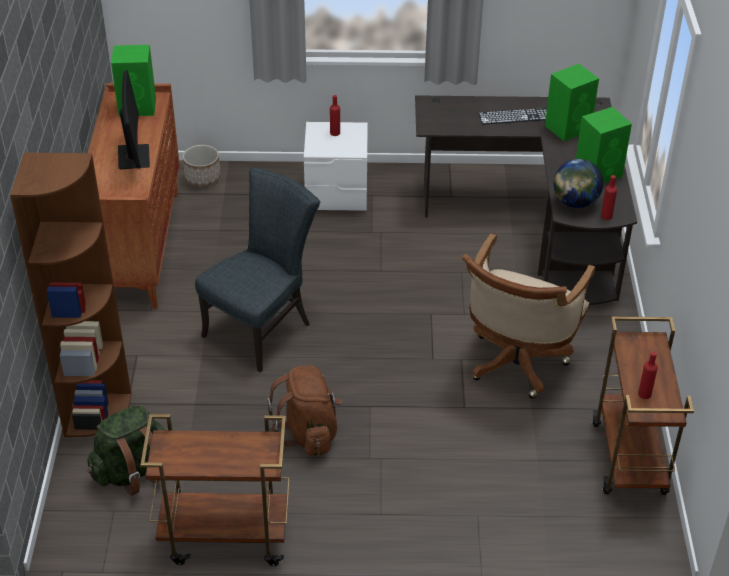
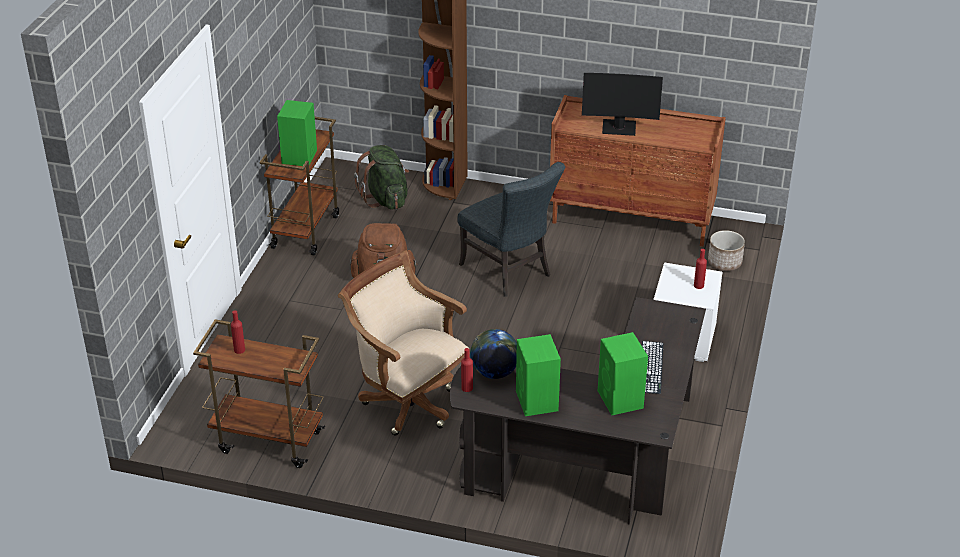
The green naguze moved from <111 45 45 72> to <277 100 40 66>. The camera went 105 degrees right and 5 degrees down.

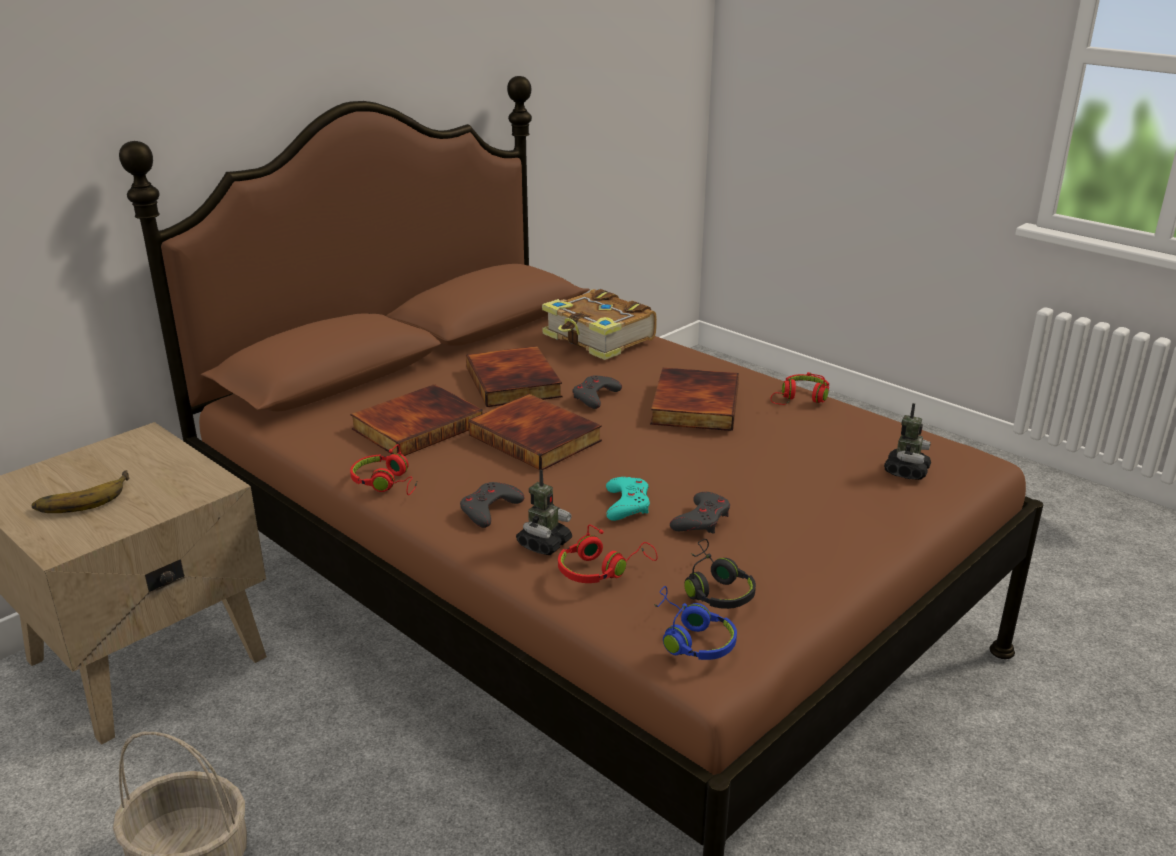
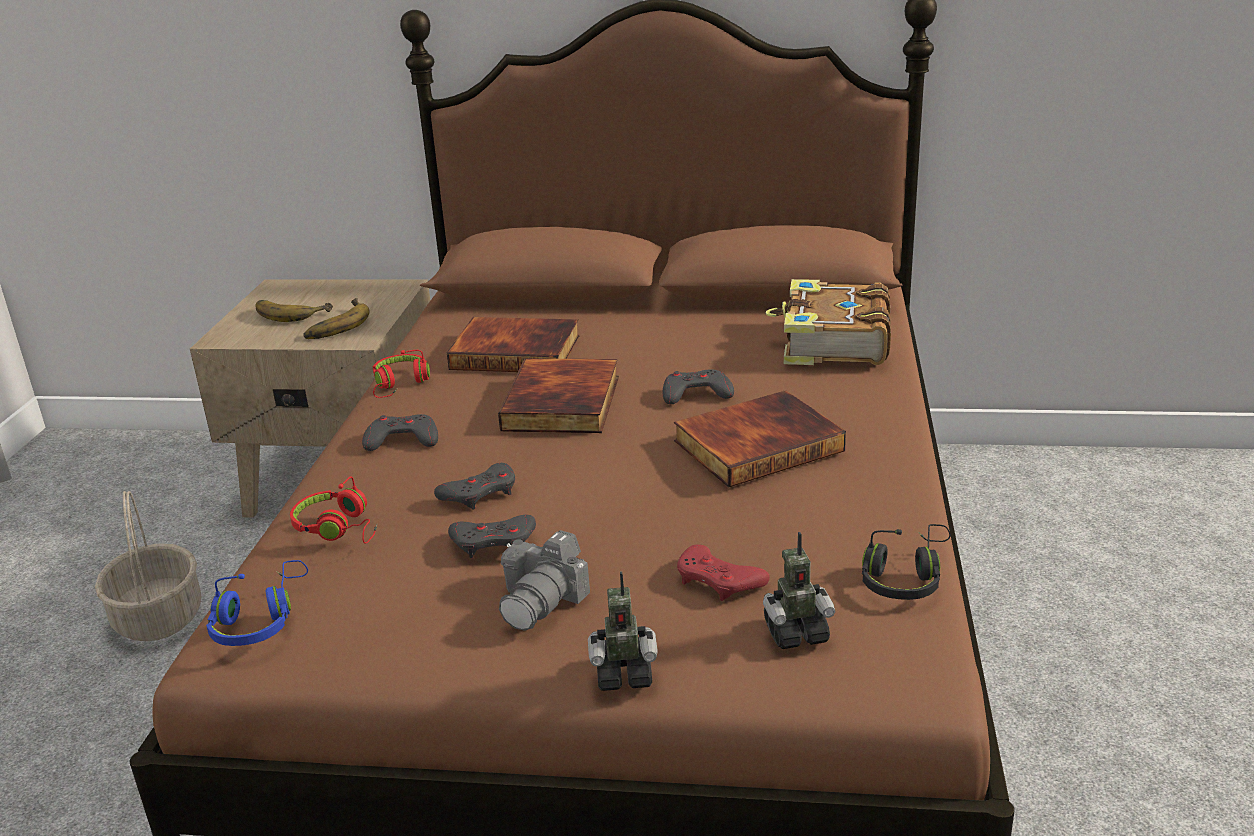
The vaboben at <466 346 97 61> disappeared. The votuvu moved from <516 470 56 85> to <588 572 69 119>. The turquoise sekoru at <606 477 44 44> became the grey sekoru at <434 463 81 47>. The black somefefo moved from <684 539 72 70> to <862 524 89 76>. The red somefefo at <770 372 59 33> disappeared. The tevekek at <303 298 67 41> appeared. The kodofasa at <499 530 91 101> appeared. The red sekoru at <677 544 93 57> appeared. The camera went 55 degrees right and 0 degrees up.

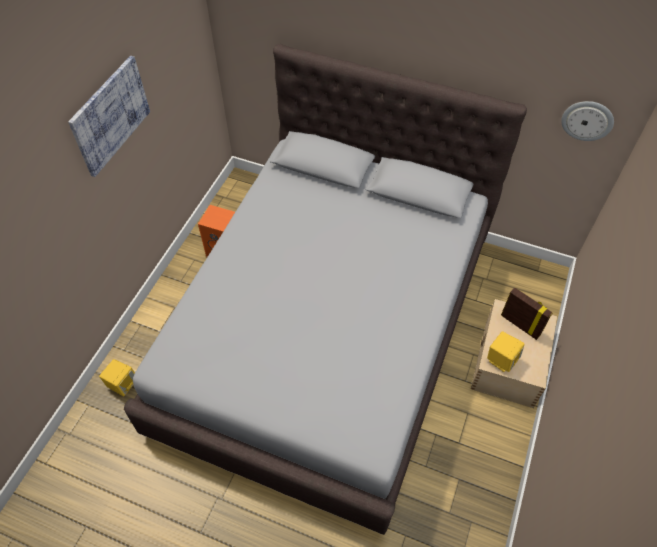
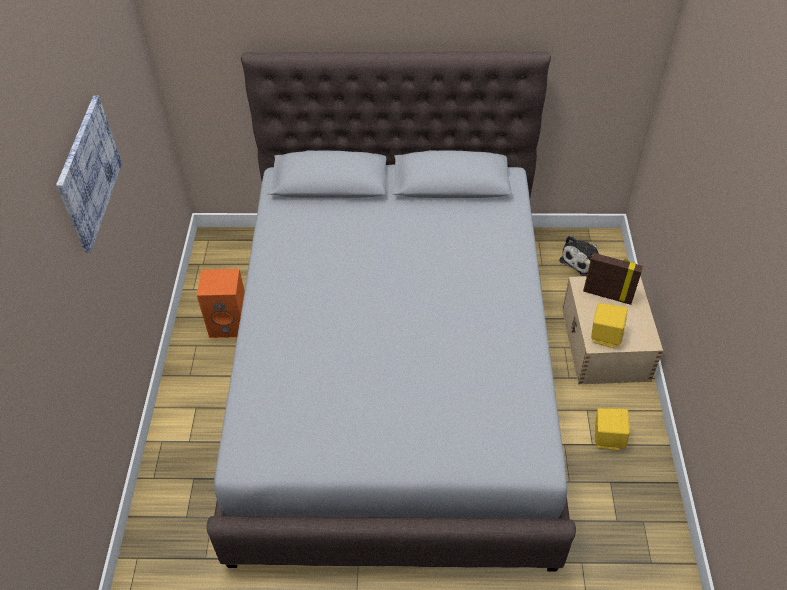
The yellow naguze moved from <99 359 36 38> to <595 408 35 43>. The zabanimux at <561 101 53 40> disappeared. The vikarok at <560 236 39 40> appeared. The camera went 20 degrees left and 5 degrees down.

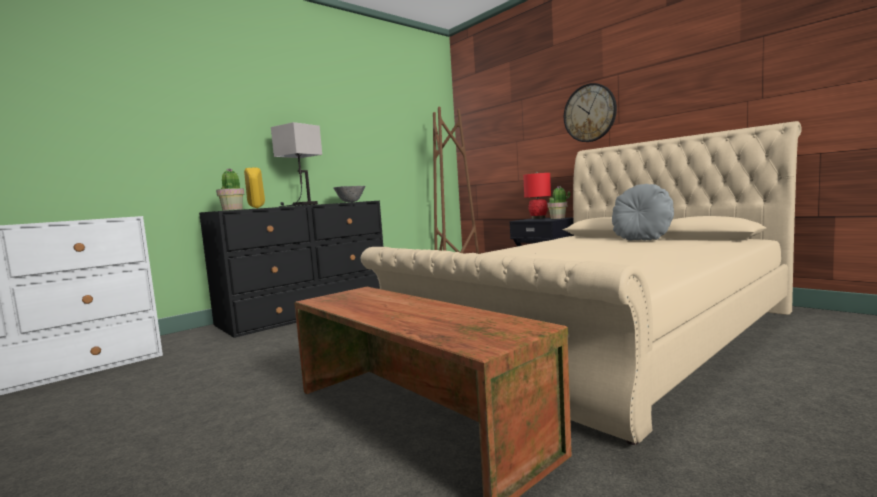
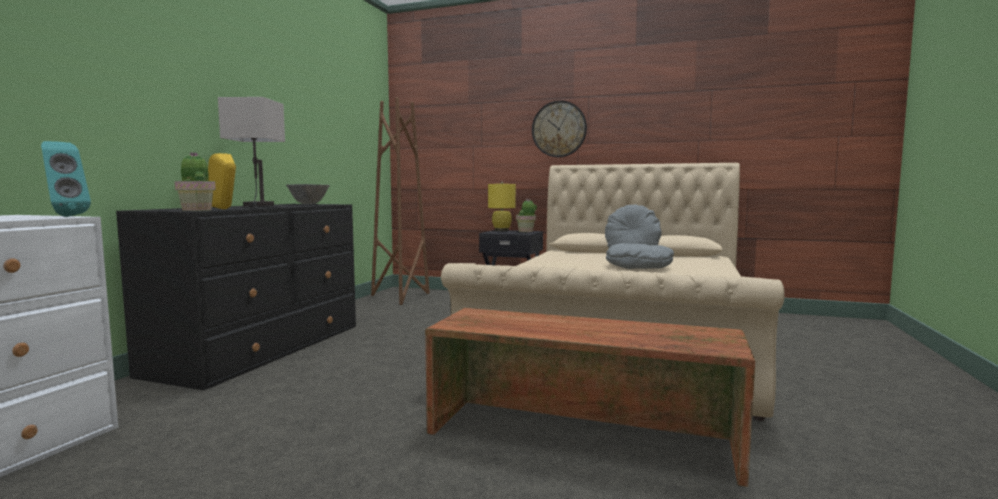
The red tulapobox at <523 172 28 47> became the yellow tulapobox at <488 182 28 49>. The turquoise naguze at <41 141 50 76> appeared. The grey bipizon at <606 243 68 26> appeared. The camera went 30 degrees left and 0 degrees up.

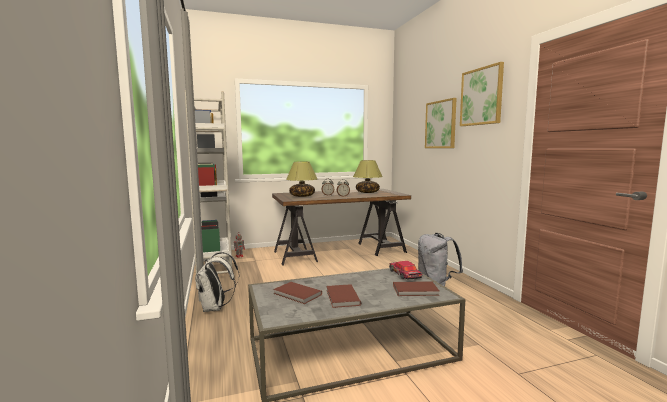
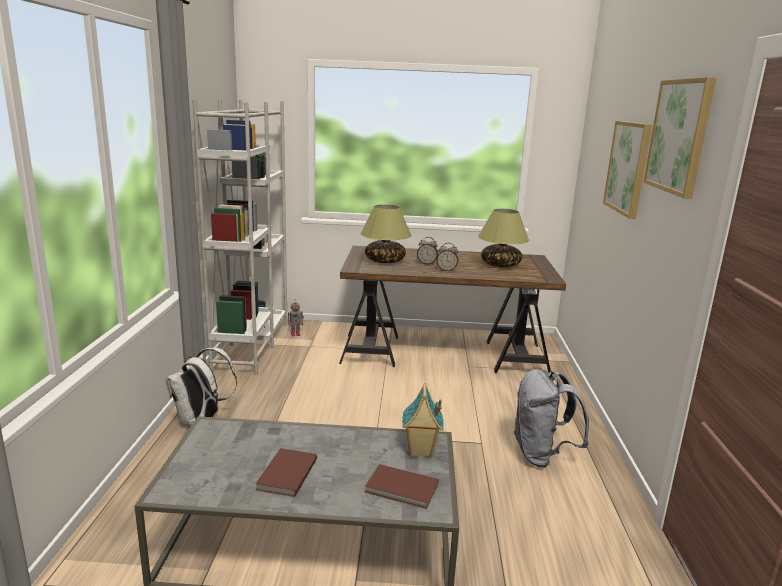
The brown vaboben at <274 282 48 22> disappeared. The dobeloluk at <389 261 33 19> was replaced by the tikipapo at <402 383 42 75>. The camera went 20 degrees right and 10 degrees up.

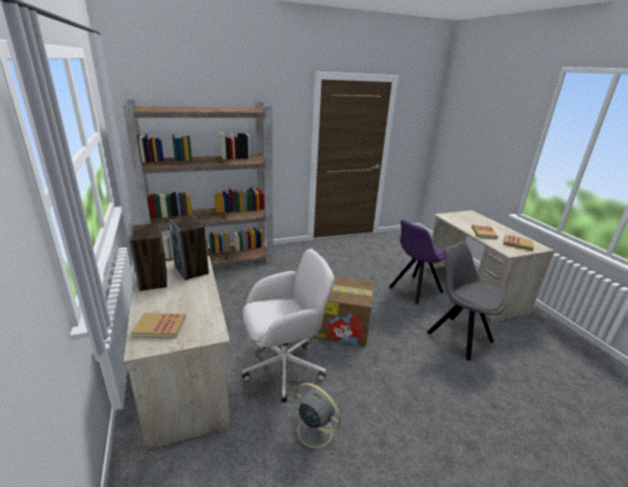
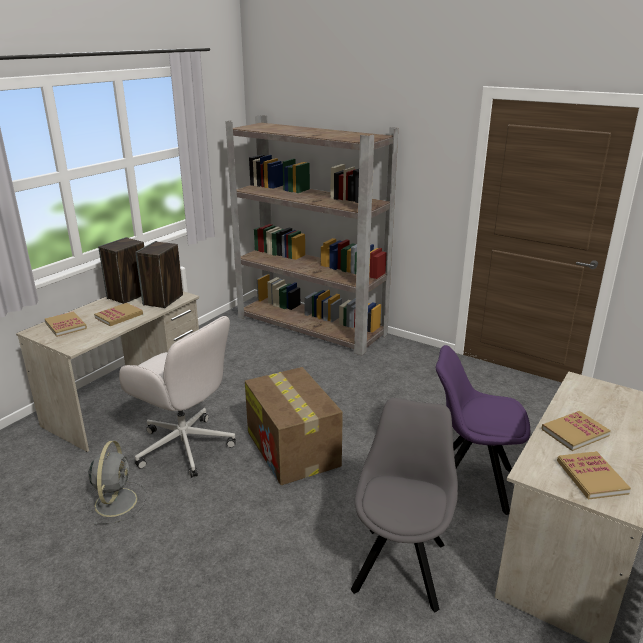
The vaboben at <94 303 49 23> appeared. The camera went 55 degrees right and 0 degrees up.

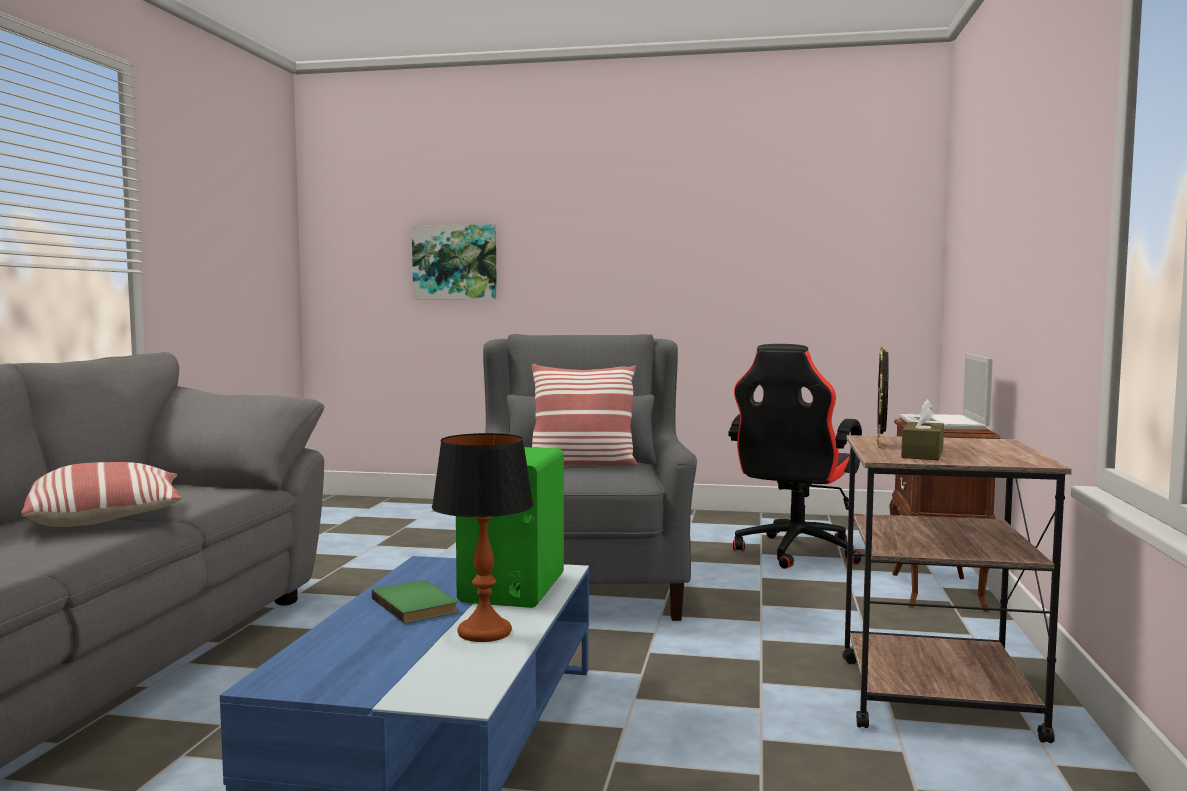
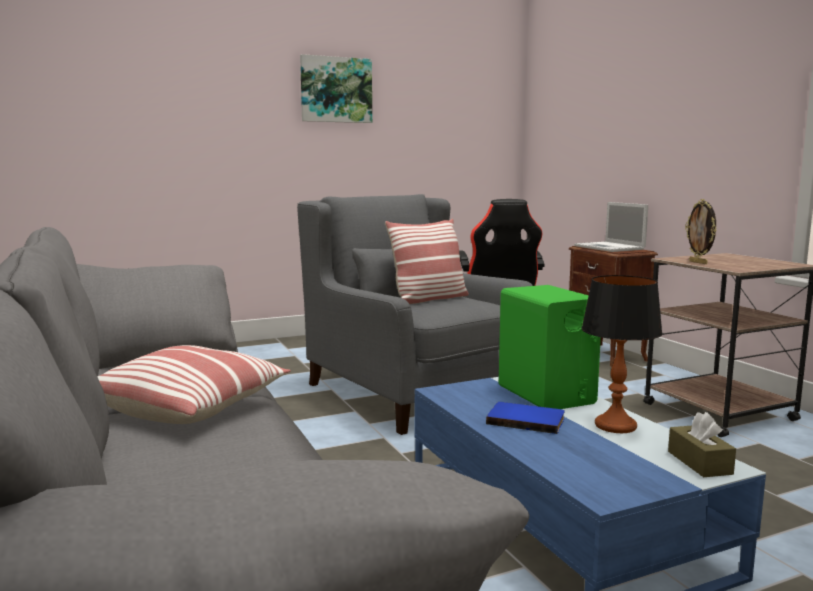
The green vaboben at <371 580 87 44> became the blue vaboben at <486 402 79 32>. The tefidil moved from <412 224 85 75> to <300 54 72 69>. The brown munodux moved from <901 399 43 61> to <668 412 68 65>. The camera went 35 degrees left and 5 degrees up.

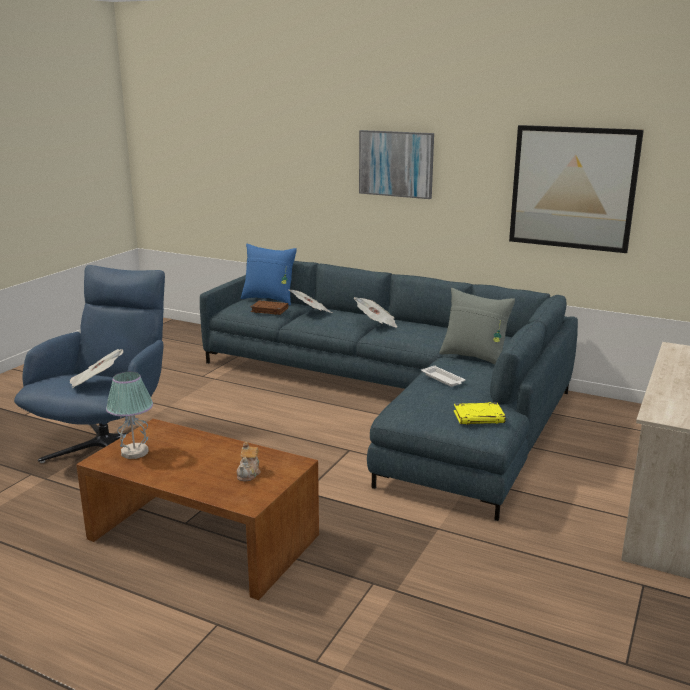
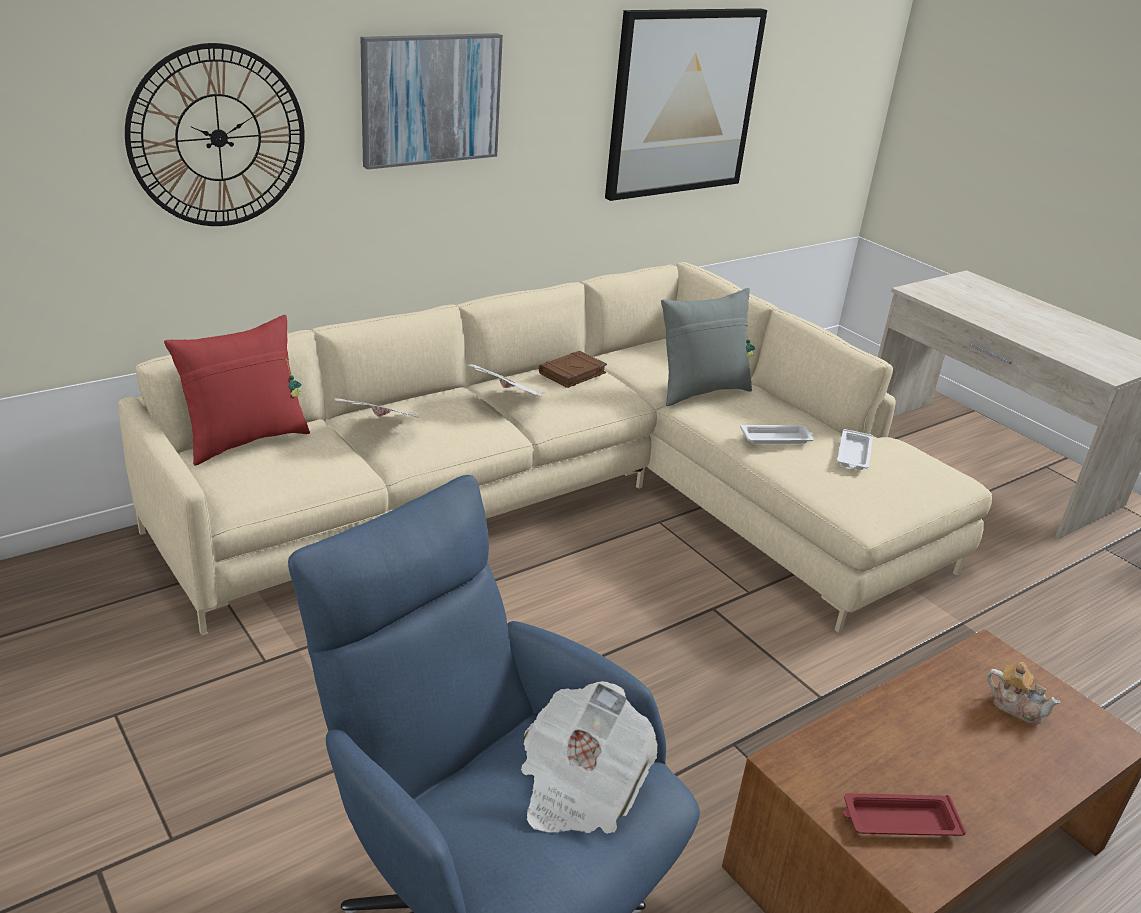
The tulapobox at <106 372 47 87> was replaced by the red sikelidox at <843 793 123 43>. The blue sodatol at <200 261 378 260> became the beige sodatol at <118 262 874 373>. The blue bipizon at <241 244 56 61> became the red bipizon at <164 315 146 151>. The brown vaboben moved from <251 301 37 14> to <539 351 68 37>. The yellow vaboben at <454 402 52 23> disappeared. The zabanimux at <125 43 180 183> appeared. The white sikelidox at <837 429 36 41> appeared. The camera went 65 degrees left and 10 degrees up.

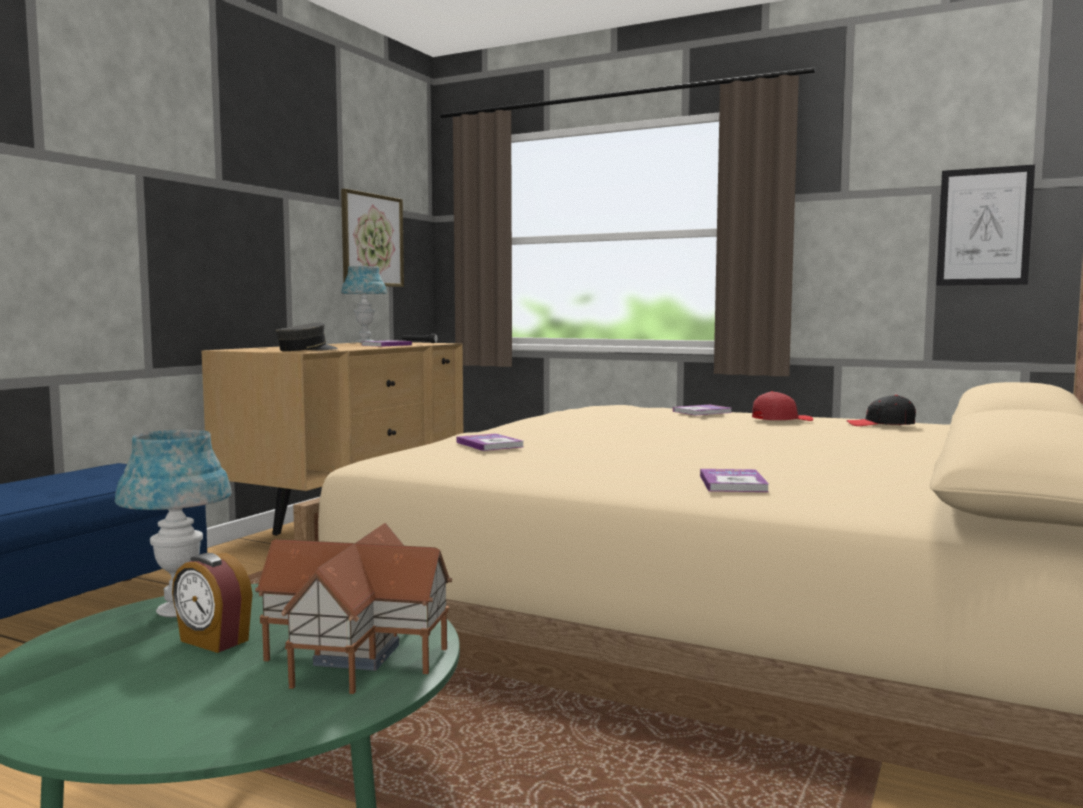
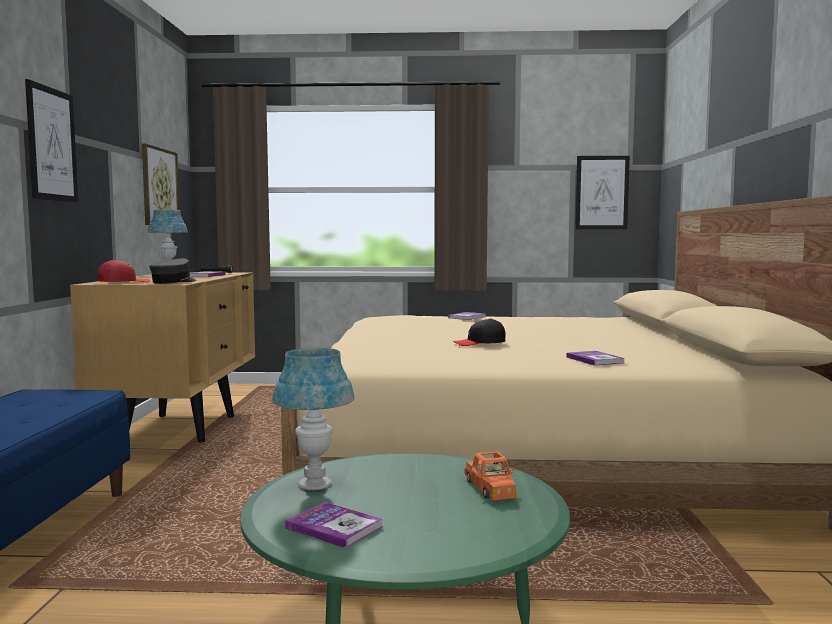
The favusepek at <172 553 80 100> disappeared. The tikipapo at <255 523 197 171> was replaced by the orange dobeloluk at <464 451 53 49>. The vaboben moved from <456 433 67 18> to <285 502 98 46>. The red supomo moved from <752 391 61 30> to <98 260 52 22>. The black supomo moved from <846 395 70 31> to <453 318 53 28>. The tefidil at <25 79 53 123> appeared. The camera went 25 degrees left and 0 degrees up.

